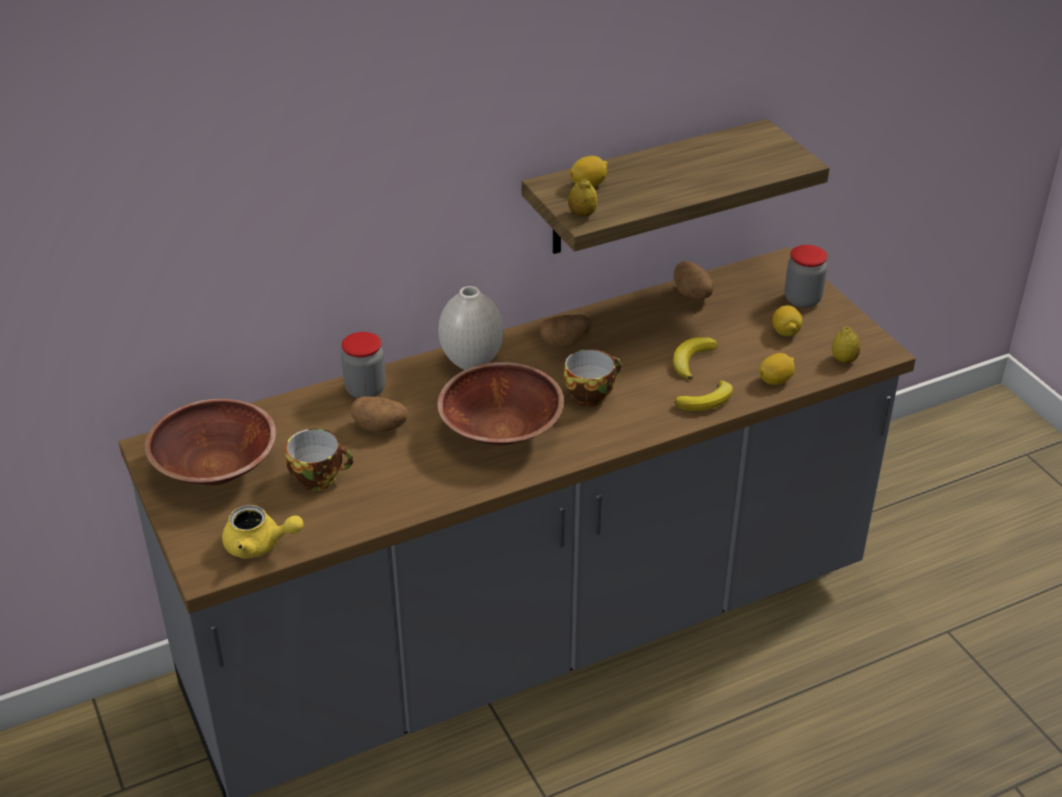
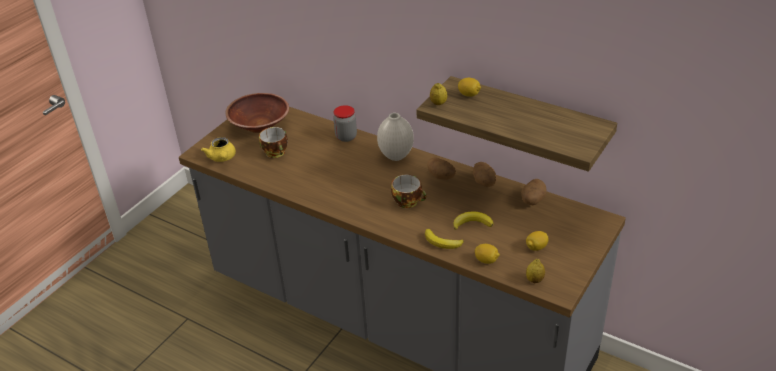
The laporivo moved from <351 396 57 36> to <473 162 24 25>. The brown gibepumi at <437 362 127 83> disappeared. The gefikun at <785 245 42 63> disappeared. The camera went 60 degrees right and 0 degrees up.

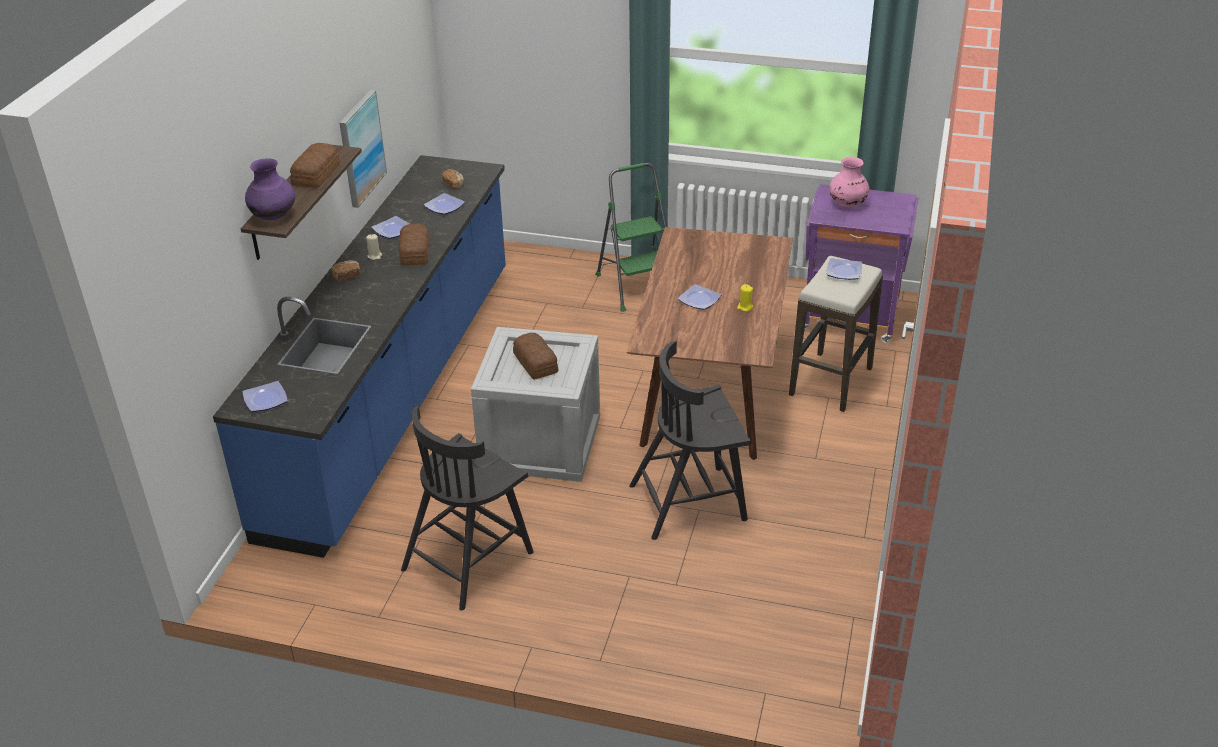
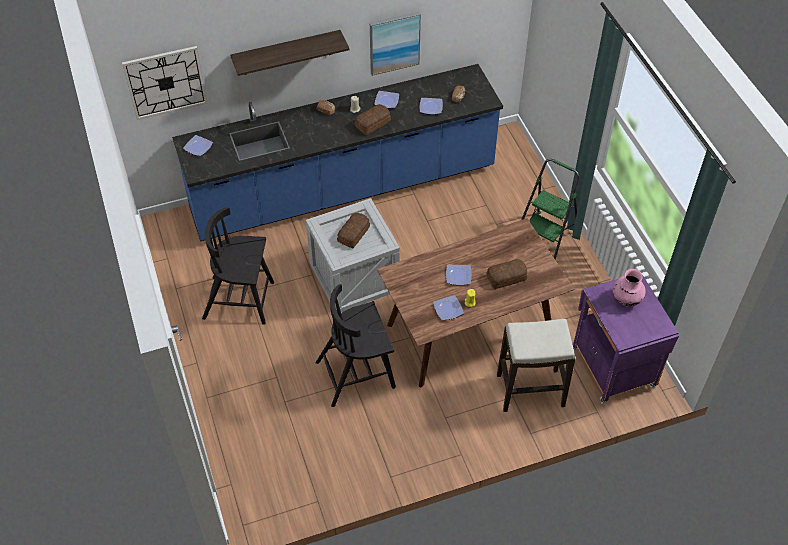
The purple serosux at <245 158 50 62> disappeared. The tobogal moved from <290 143 50 45> to <486 259 41 30>. The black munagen at <629 341 122 199> turned 60 degrees counterclockwise. The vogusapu moved from <827 258 35 22> to <433 295 31 25>. The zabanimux at <122 46 85 74> appeared. The camera went 55 degrees right and 15 degrees up.

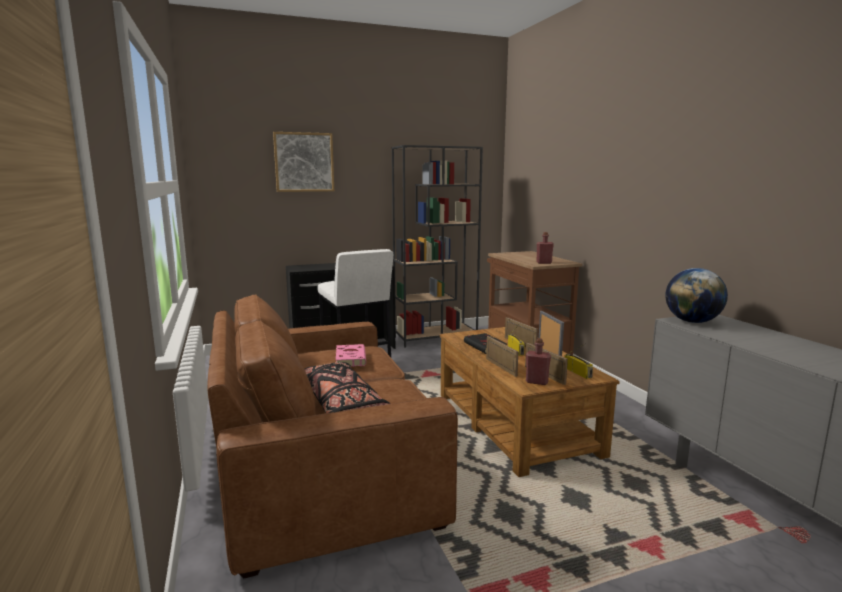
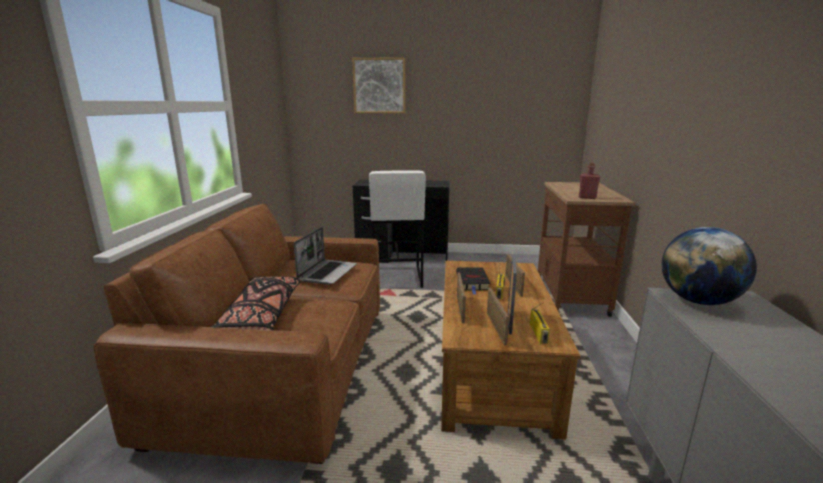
The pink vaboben at <336 344 30 23> was replaced by the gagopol at <294 227 63 58>. The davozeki at <392 145 91 203> disappeared. The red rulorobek at <526 338 25 47> disappeared. The camera went 25 degrees right and 5 degrees up.

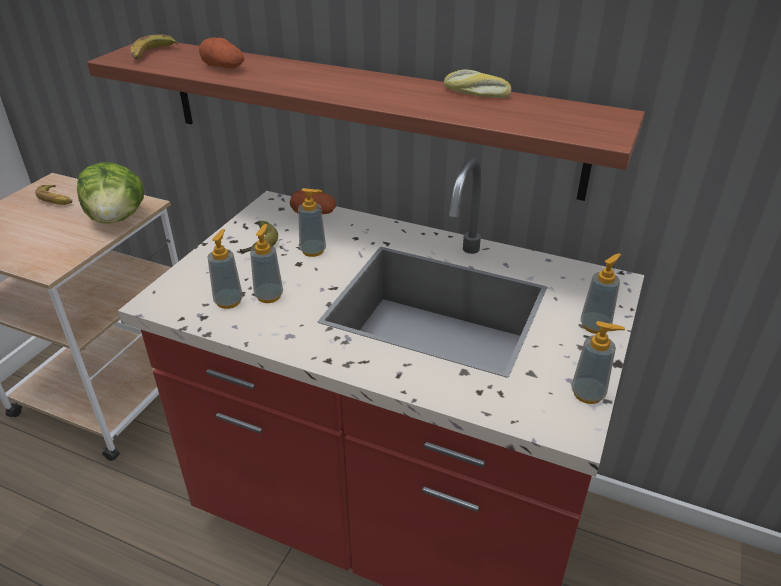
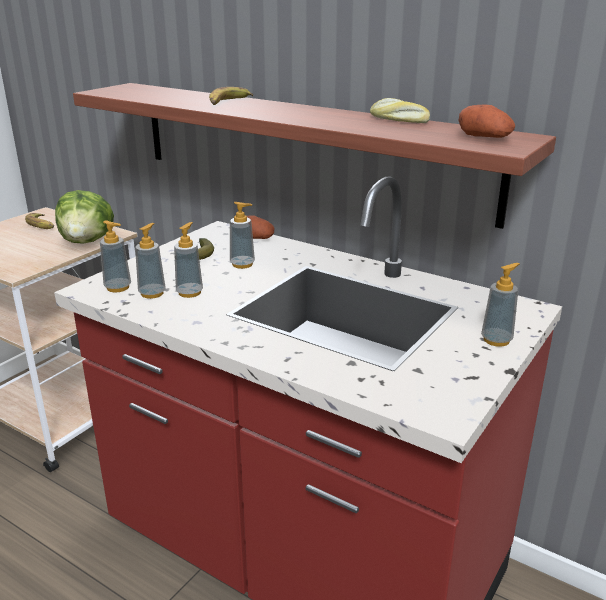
The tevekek moved from <130 35 48 25> to <209 87 44 18>. The laporivo moved from <199 38 45 31> to <458 104 57 34>. The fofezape moved from <571 321 54 83> to <100 221 31 72>. The camera went 10 degrees right and 10 degrees down.

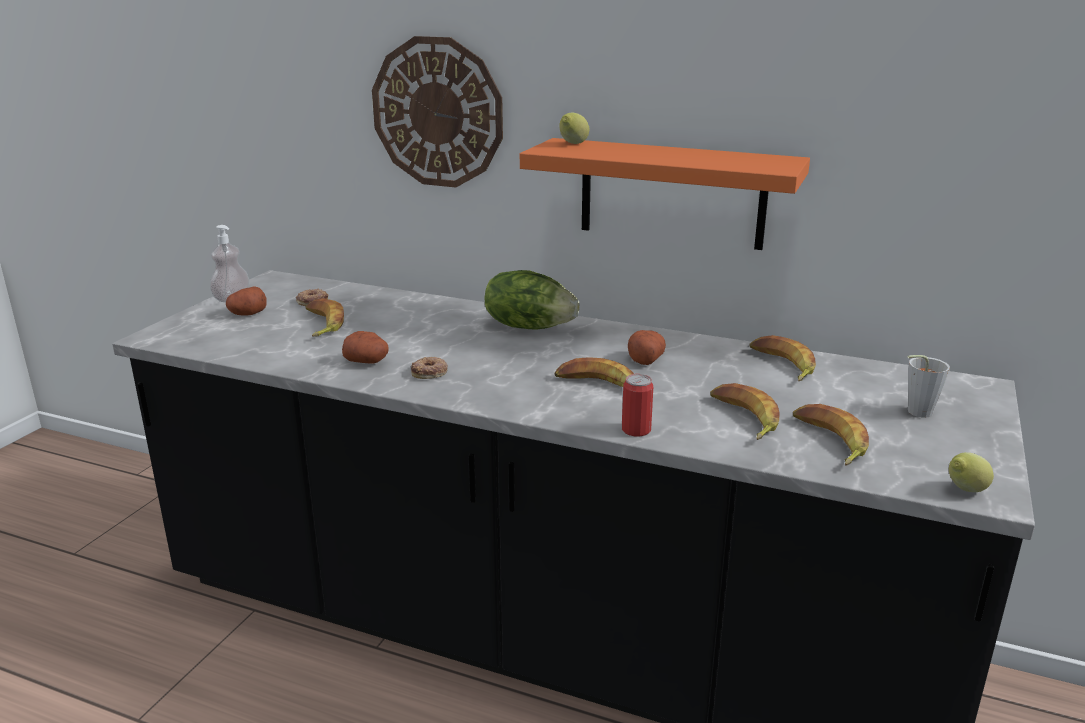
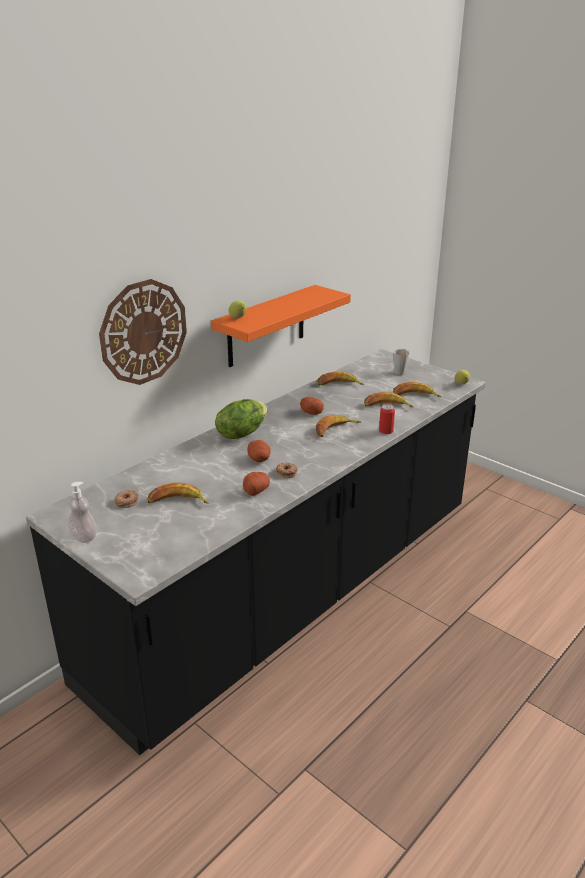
The laporivo moved from <226 286 40 29> to <247 440 24 22>. The camera went 70 degrees left and 5 degrees up.

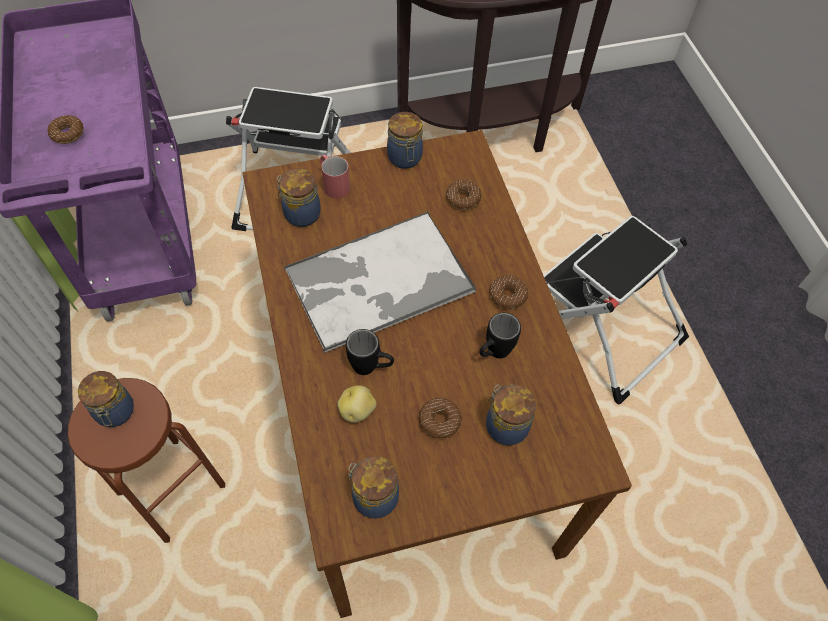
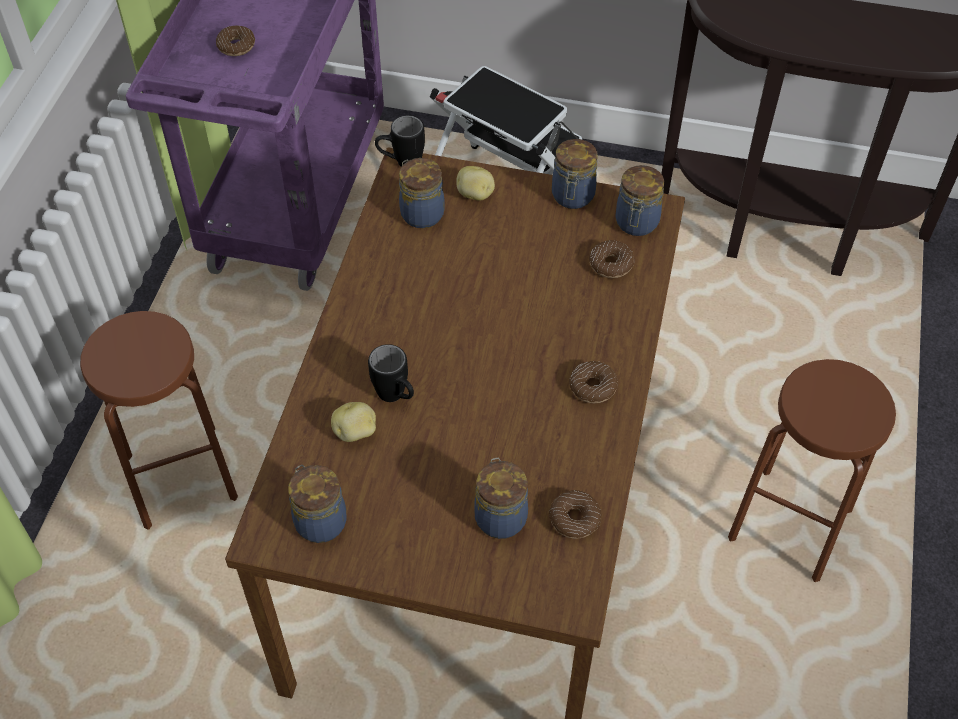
The gefikun moved from <78 371 56 56> to <615 165 49 71>. The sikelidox at <284 211 192 143> disappeared. The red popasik at <319 154 31 45> was replaced by the laporivo at <456 166 39 35>. The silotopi moved from <419 398 43 41> to <549 490 52 49>. The black popasik moved from <479 313 42 45> to <375 115 50 52>. The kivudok at <543 216 146 188> was replaced by the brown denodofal at <728 359 168 223>. The camera went 30 degrees right and 5 degrees down.

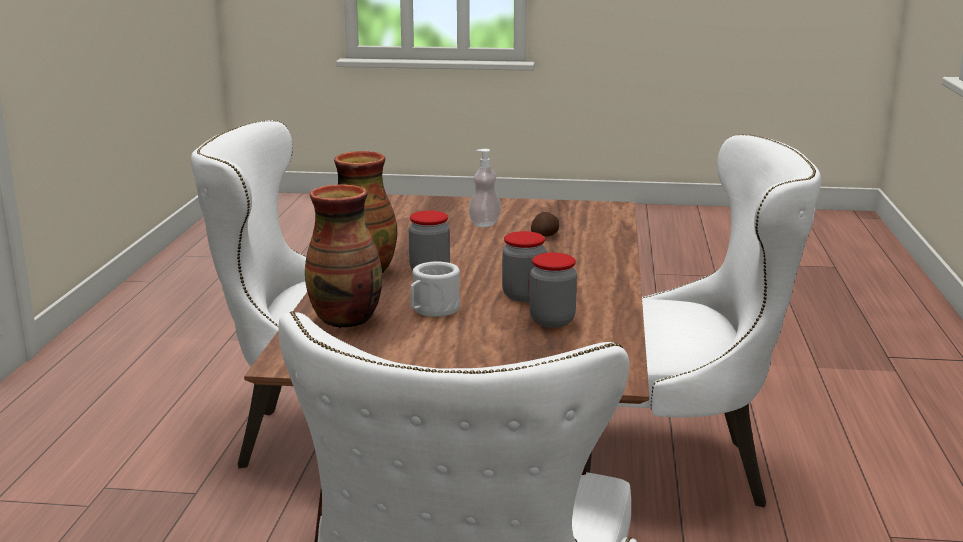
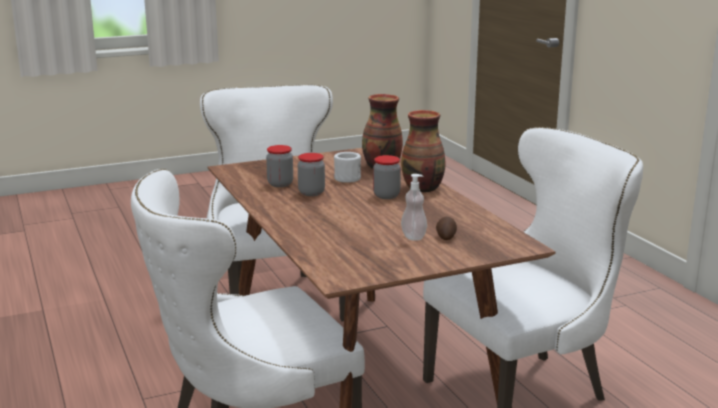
The laporivo moved from <531 212 28 25> to <436 217 21 23>. The camera went 150 degrees right and 0 degrees up.

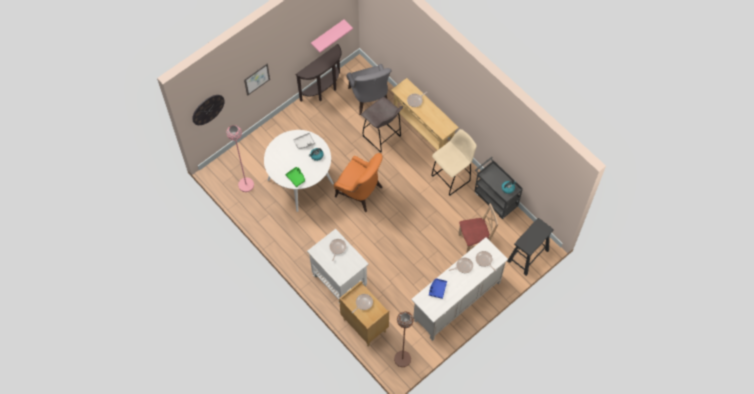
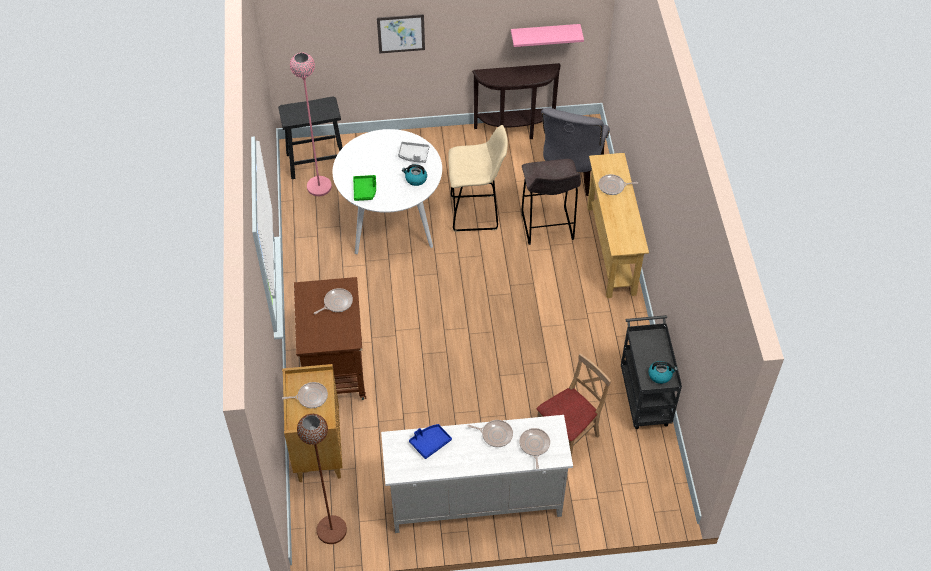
The zabanimux at <192 95 33 30> disappeared. The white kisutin at <307 229 62 75> became the brown kisutin at <294 277 73 123>. The orange munagen at <334 153 48 59> disappeared. The beige denodofal moved from <431 129 46 67> to <448 125 60 107>. The beige munagen at <458 203 40 50> turned 60 degrees counterclockwise. The black denodofal moved from <507 218 47 58> to <278 96 65 83>. The camera went 35 degrees right and 10 degrees down.

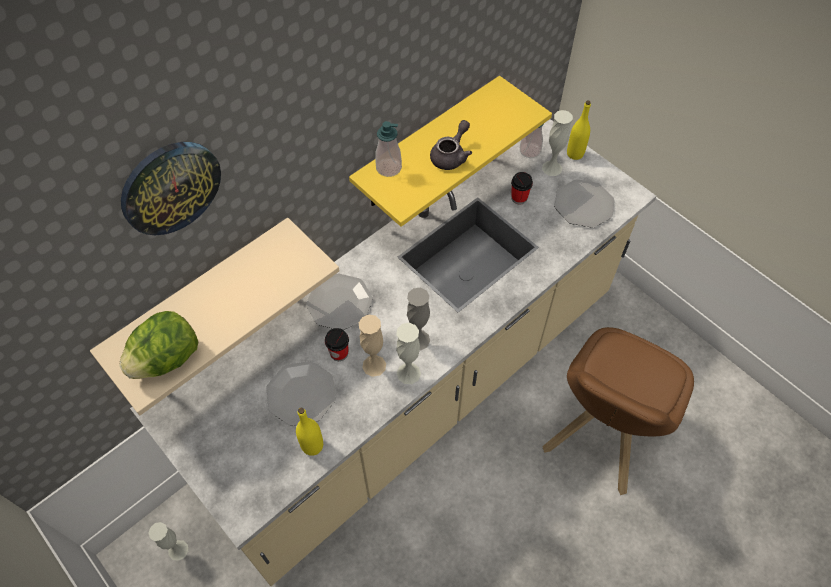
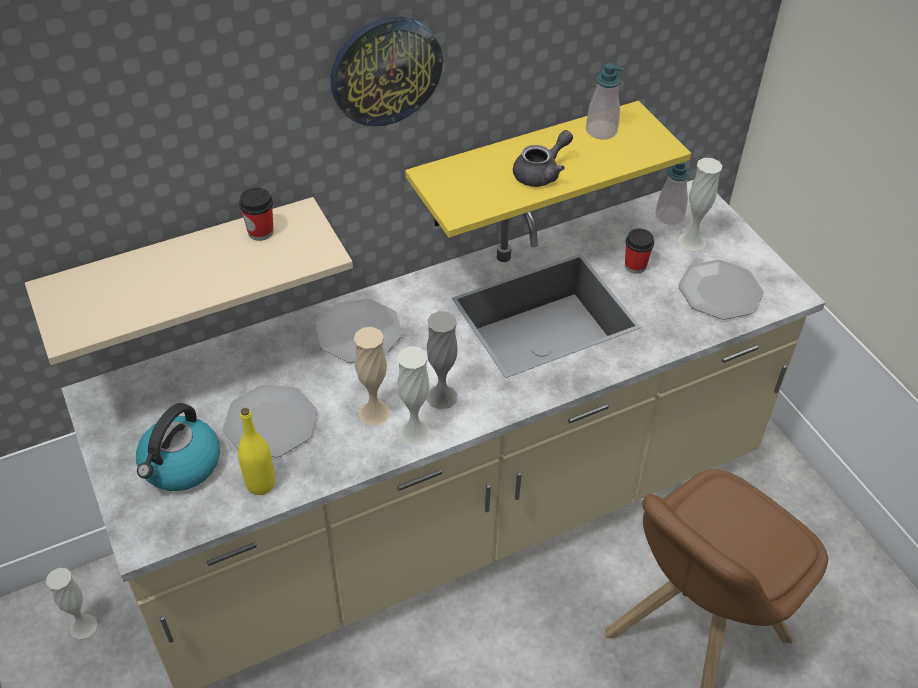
The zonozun at <119 311 79 68> disappeared. The zabanimux moved from <121 142 100 93> to <331 16 112 110>. The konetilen moved from <325 328 24 33> to <239 187 34 54>. The fofezape moved from <375 121 27 56> to <586 63 38 77>. The yellow rulorobek at <567 100 24 60> disappeared. The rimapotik at <136 403 84 88> appeared. The camera went 15 degrees right and 10 degrees down.

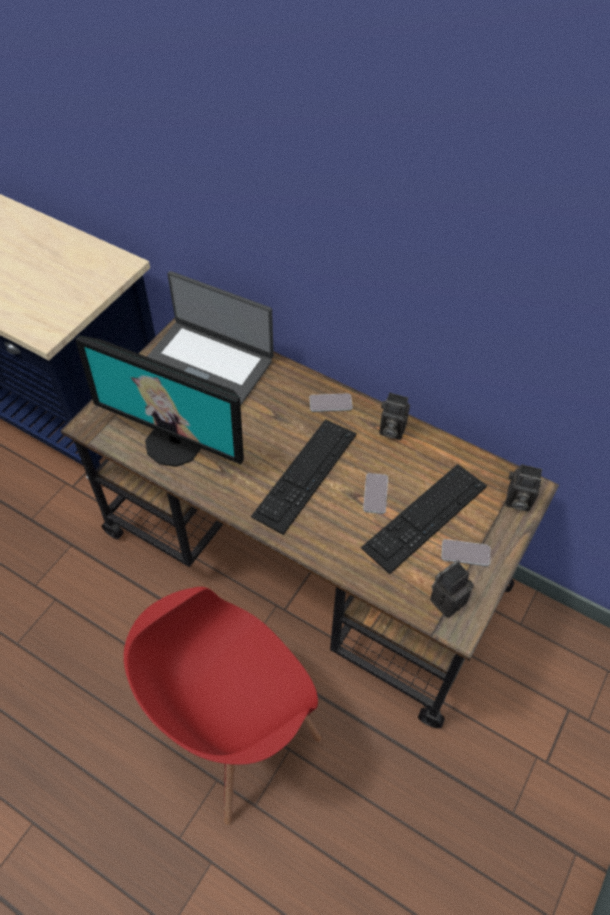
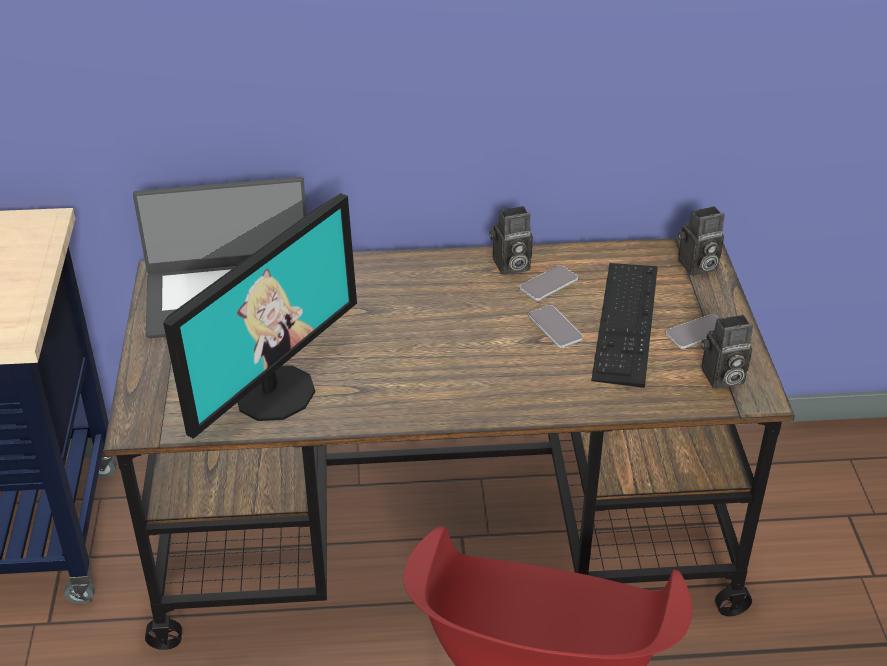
The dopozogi at <75 335 169 132> turned 45 degrees counterclockwise. The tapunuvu at <251 419 105 116> disappeared. The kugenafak moved from <309 393 43 19> to <520 265 58 36>. The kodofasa at <430 560 44 58> turned 120 degrees counterclockwise. The camera went 35 degrees left and 15 degrees down.

